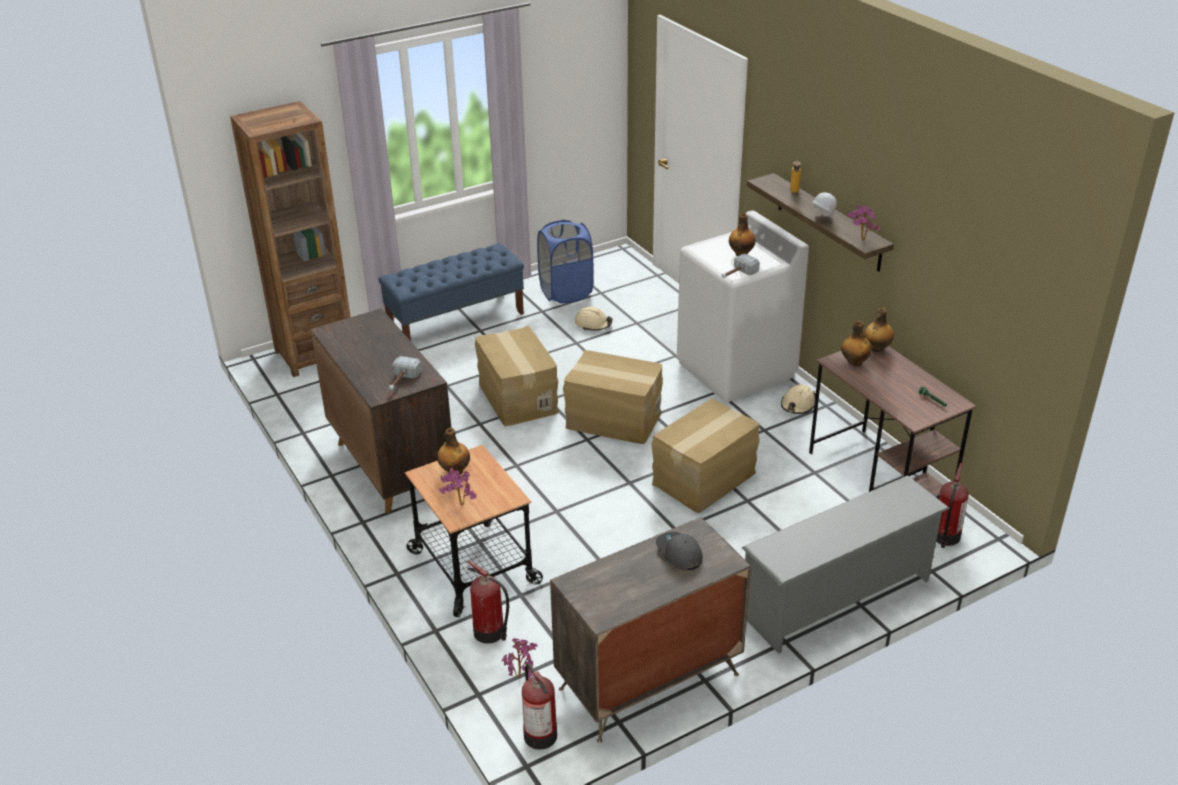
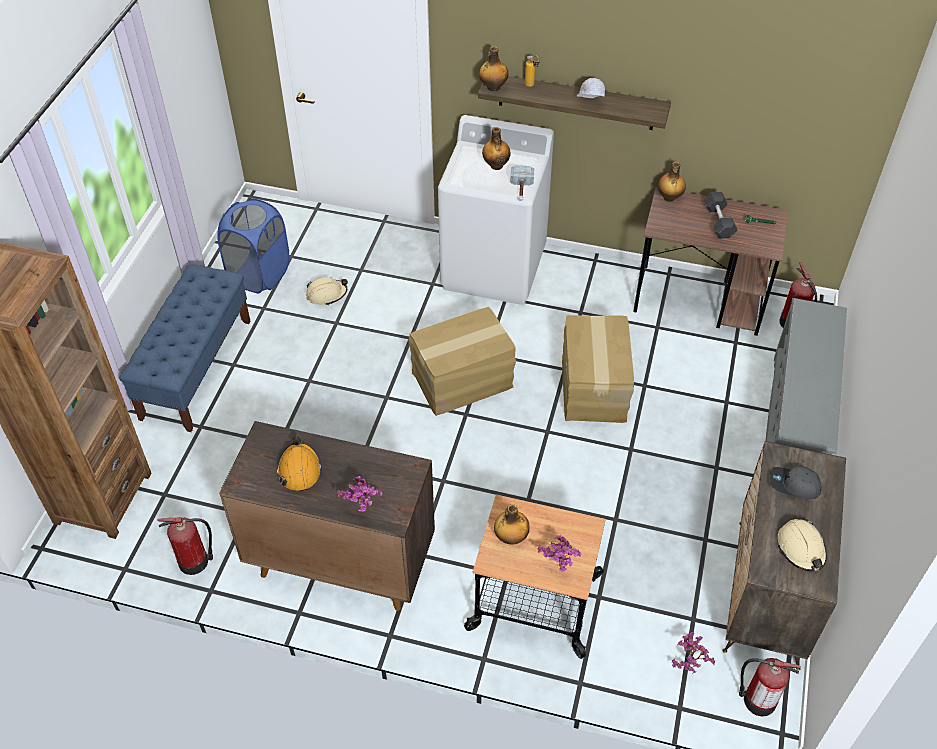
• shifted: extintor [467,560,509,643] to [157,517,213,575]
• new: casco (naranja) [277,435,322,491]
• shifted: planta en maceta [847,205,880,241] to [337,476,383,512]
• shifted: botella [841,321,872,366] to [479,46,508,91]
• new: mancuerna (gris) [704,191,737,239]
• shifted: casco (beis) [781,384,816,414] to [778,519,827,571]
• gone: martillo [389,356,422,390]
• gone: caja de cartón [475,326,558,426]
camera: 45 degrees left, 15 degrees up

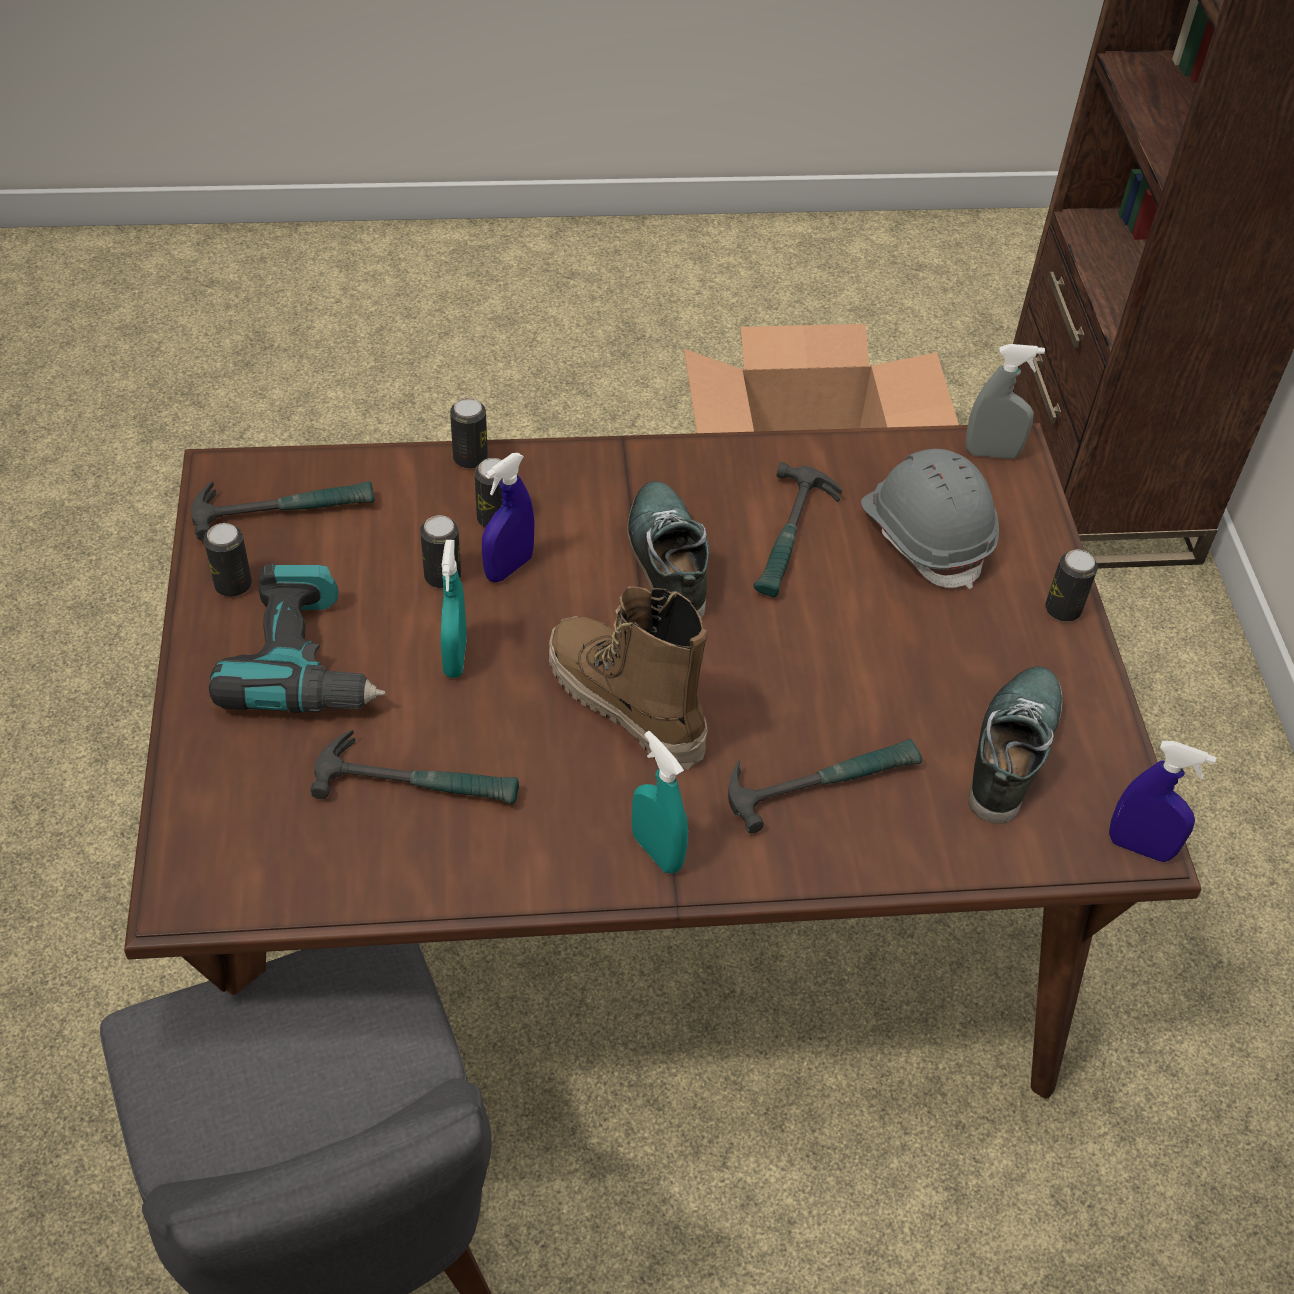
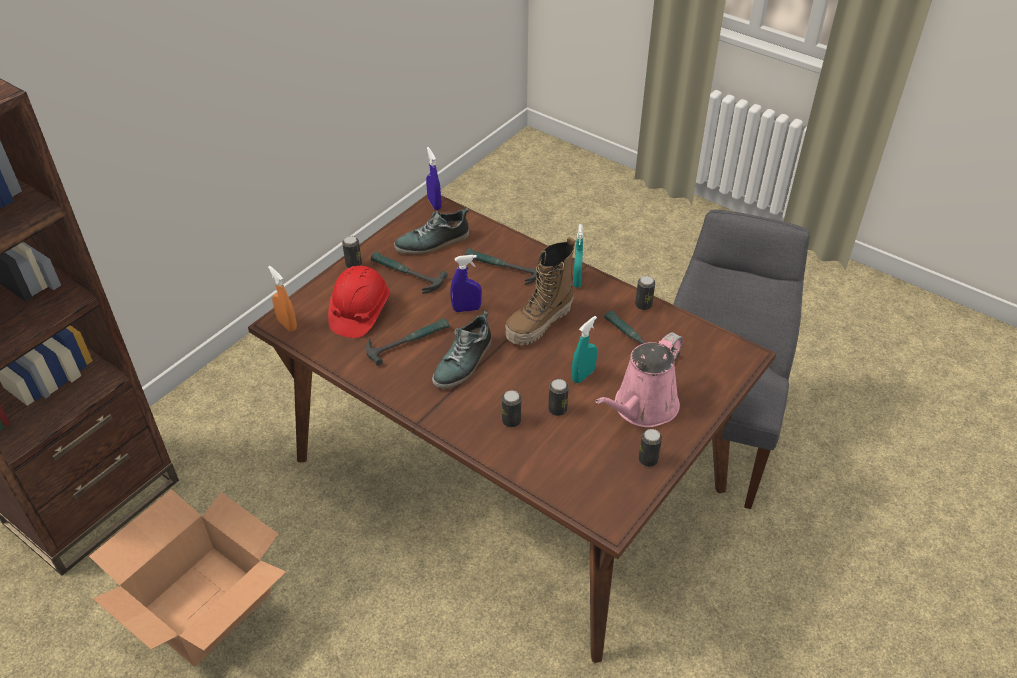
• repainted: pulverizador (gris) [965,344,1045,459] to pulverizador (naranja) [268,266,297,332]
• repainted: casco (gris) [861,449,999,589] to casco (rojo) [328,266,390,338]
• shifted: martillo [191,481,375,541] to [371,251,448,294]
• shifted: pulverizador (azul) [482,453,535,582] to [450,255,482,312]
• rotated: bota [549,586,708,770] = [505,237,575,345] 45 degrees clockwise
• swapped: taladro [209,564,386,713] to regadera (rosa) [595,332,684,428]
• shifted: lata [450,398,488,469] to [635,276,655,310]
camera: 135 degrees left, 5 degrees down

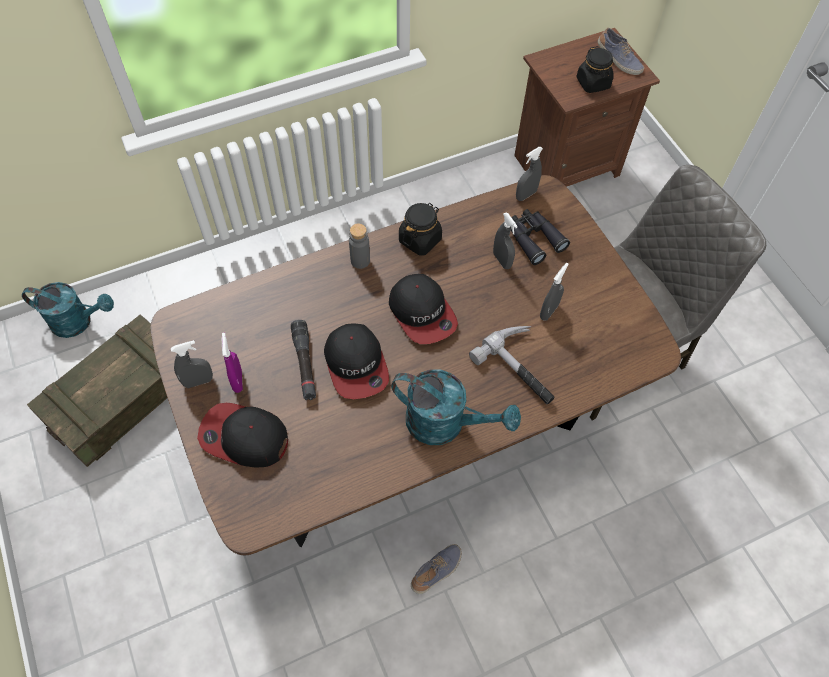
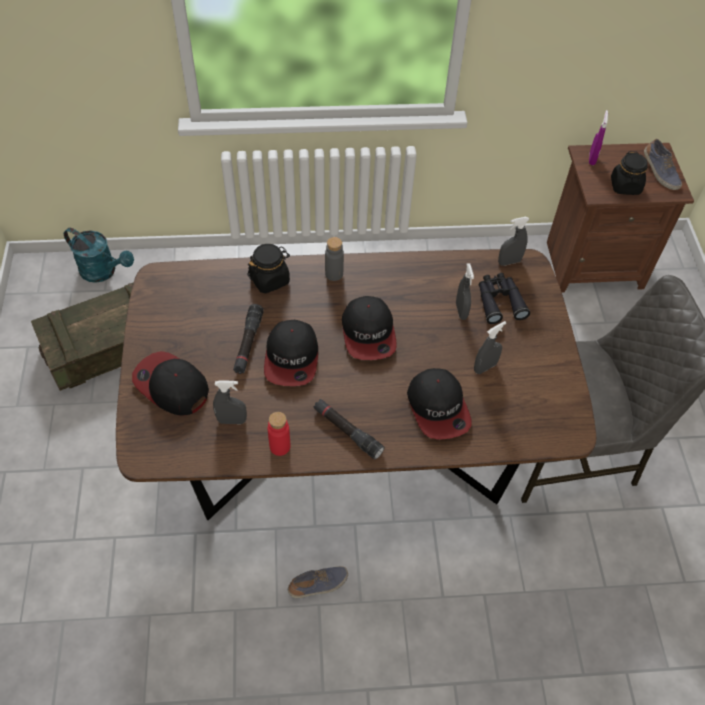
• shifted: pulverizador (gris) [171,340,213,388] to [213,380,247,424]
• shifted: tarro (negro) [399,203,442,256] to [248,244,290,294]
• new: botella (rojo) [268,412,290,456]
• swapped: regadera (turquesa) [391,369,521,445] to linterna (negro) [314,399,385,459]
• swapped: martillo [469,326,555,404] to gorra [407,368,472,440]
• shifted: pulverizador (morado) [222,333,243,393] to [589,110,608,165]
camera: 20 degrees right, 5 degrees down

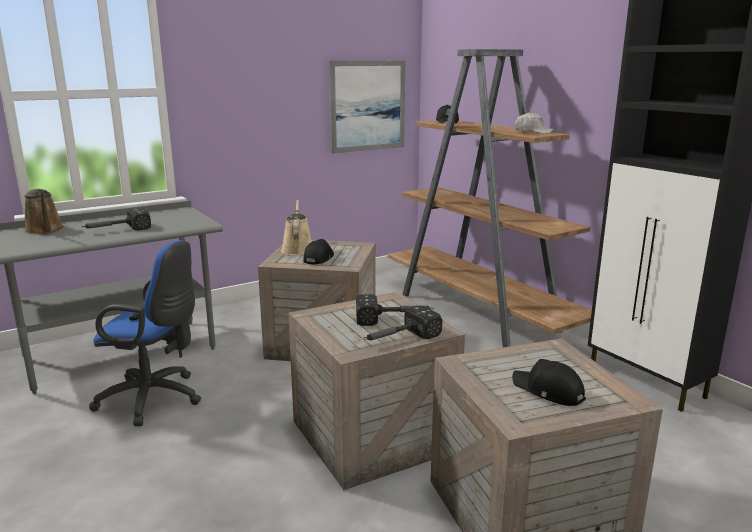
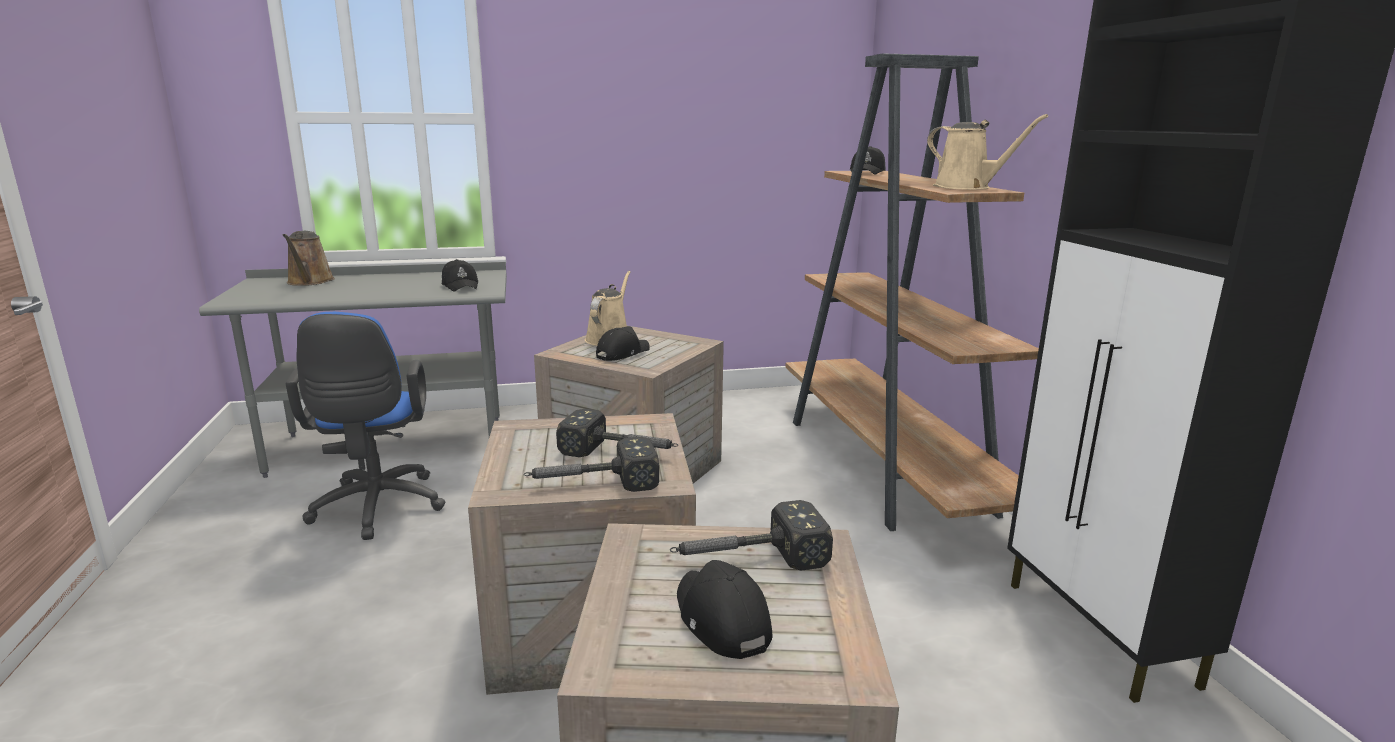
• rotated: silla de oficina (azul) [89,240,201,426] = [286,312,445,540] 45 degrees clockwise
• new: gorra (negro) [442,259,478,291]
• shifted: martillo [82,208,151,230] to [670,500,833,571]
• swapped: gorra (blanco) [514,112,554,134] to regadera (beis) [927,114,1048,190]
• gone: cuadro [329,60,405,154]
camera: 20 degrees right, 0 degrees up

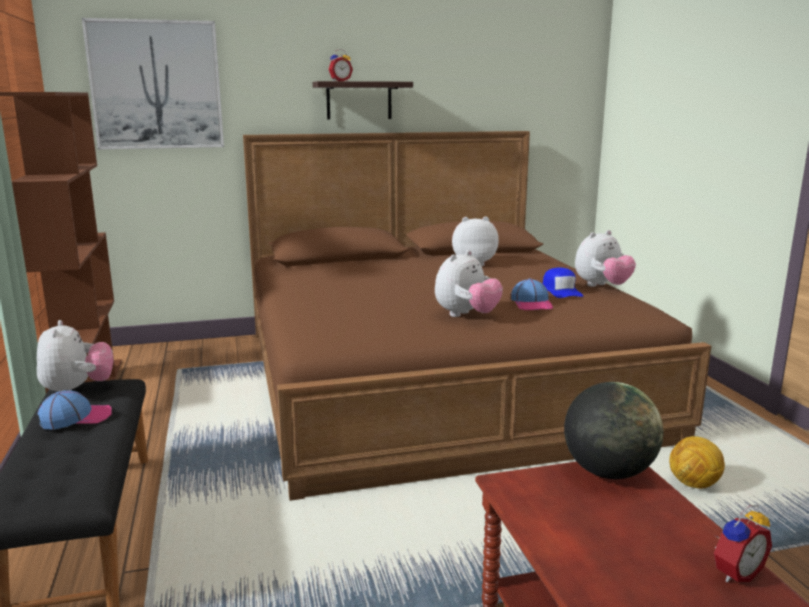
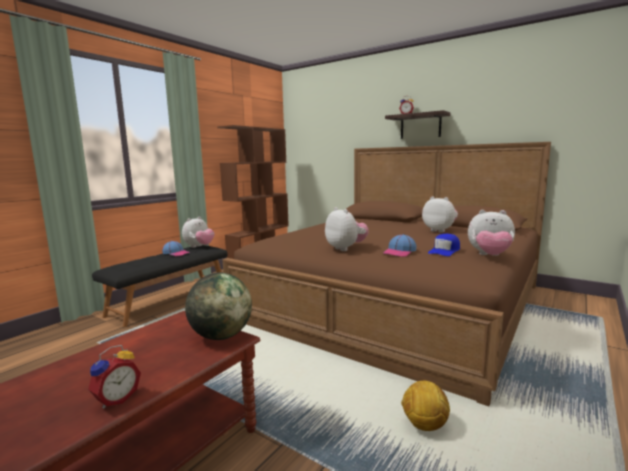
• rotated: despertador [714,505,772,582] = [88,345,141,409] 75 degrees counterclockwise
• rotated: peluche [435,250,503,317] = [325,207,369,251] 120 degrees counterclockwise
• gone: cuadro [82,18,224,149]
camera: 50 degrees right, 5 degrees down

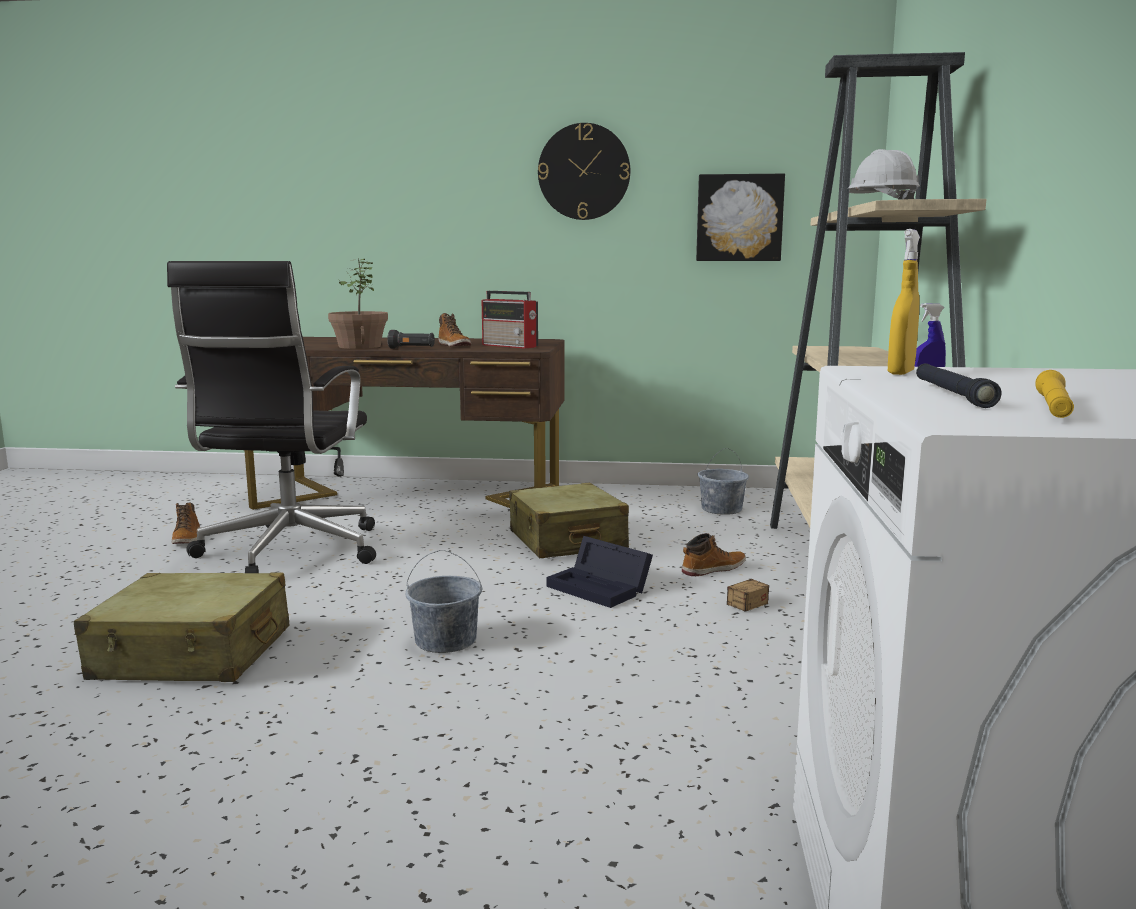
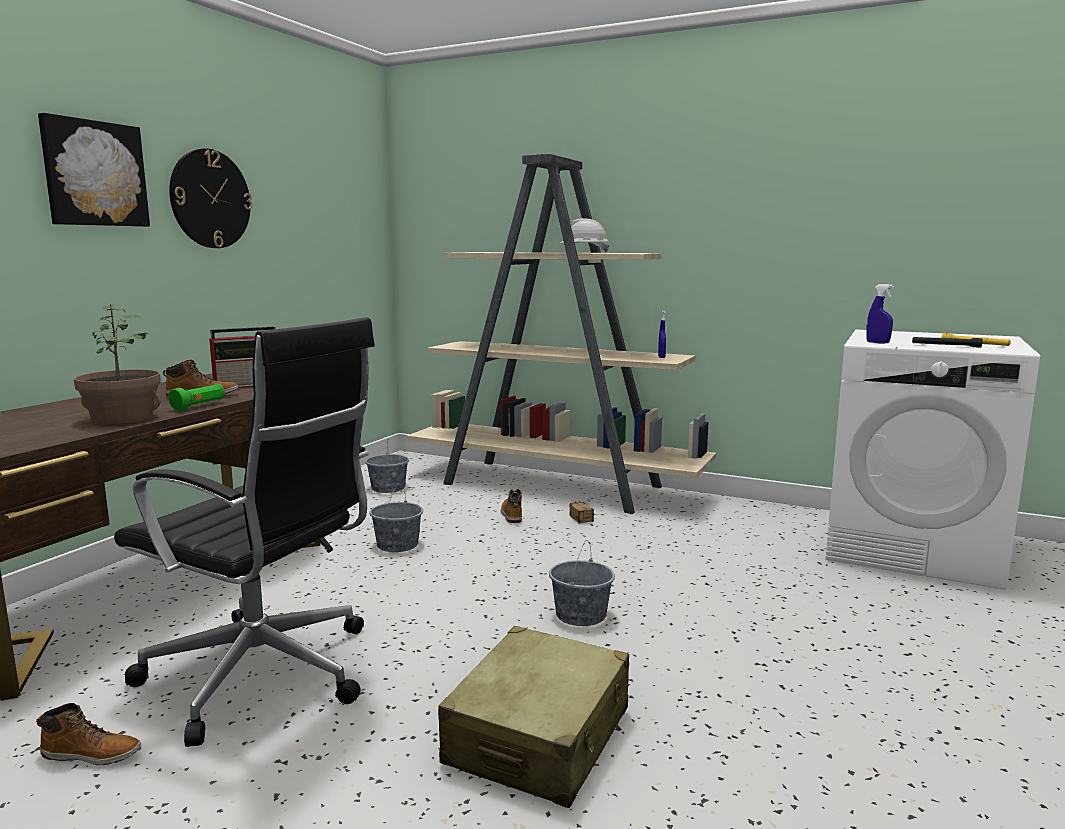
• shifted: cuadro [696,174,785,261] to [38,113,150,227]
• repainted: linterna (negro) [387,330,435,349] to linterna (verde) [168,384,225,411]
• swapped: maleta (beis) [509,483,629,558] to cubo (gris) [369,483,423,552]
• repainted: pulverizador (amarillo) [888,229,920,375] to pulverizador (azul) [866,284,894,344]
• gone: caja de almacenaje (negro) [546,536,653,608]
camera: 70 degrees left, 0 degrees up

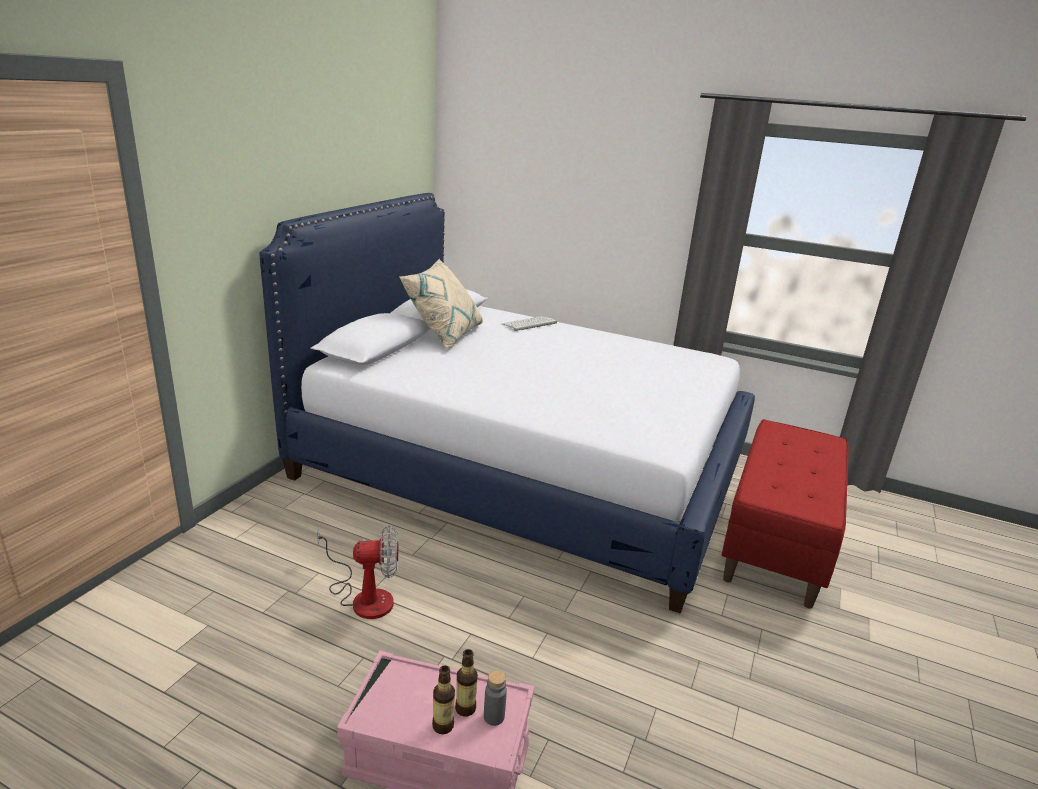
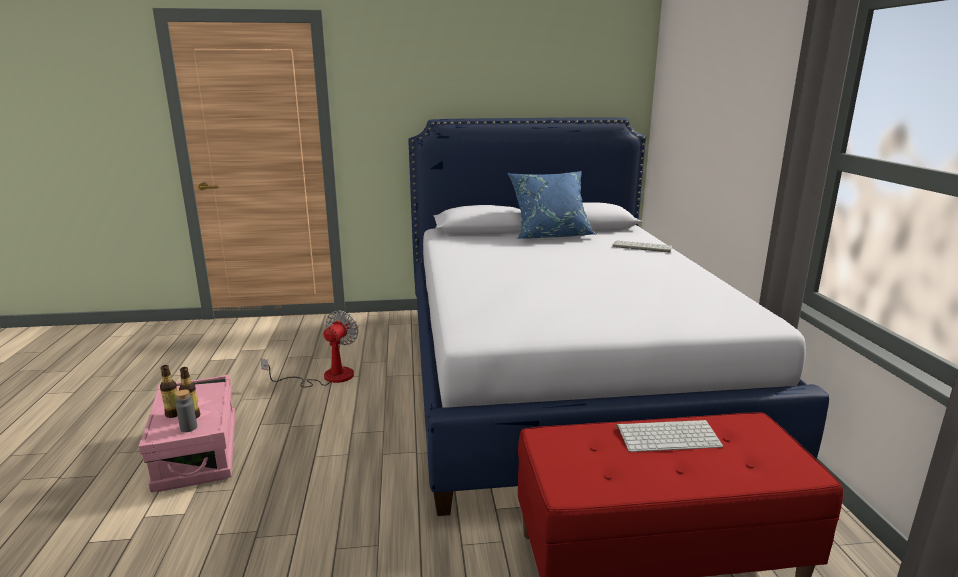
• rotated: ventilador [317,525,398,619] = [261,311,358,388] 120 degrees counterclockwise
• repainted: cojín (beis) [400,259,483,348] to cojín (azul) [508,171,596,239]
• new: teclado [616,420,723,452]
camera: 60 degrees right, 5 degrees down

